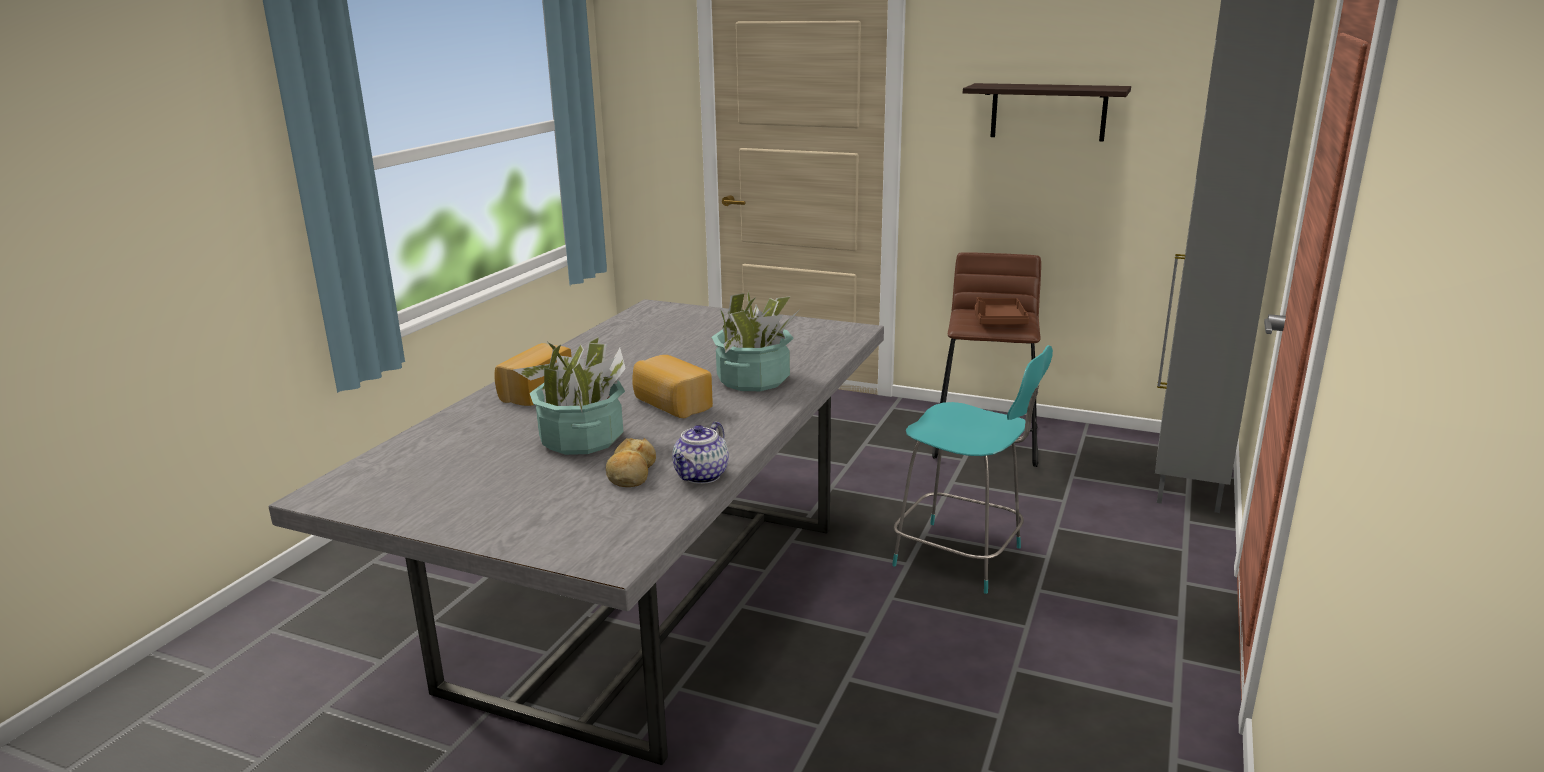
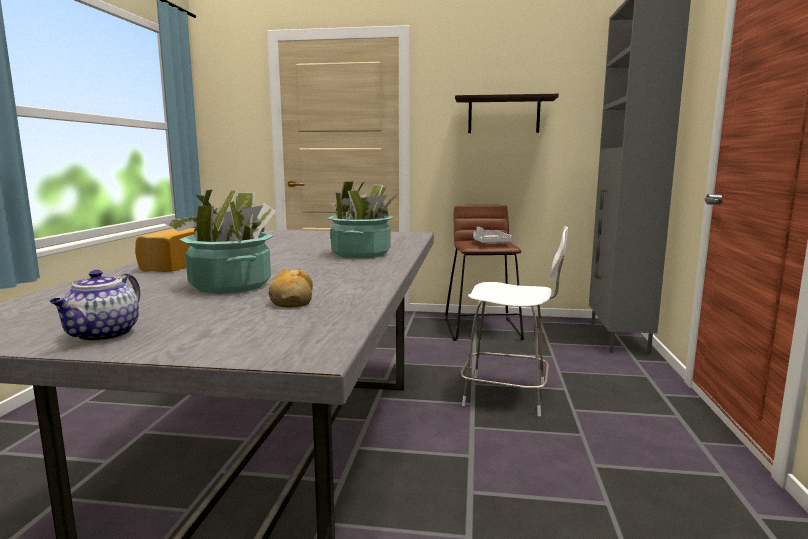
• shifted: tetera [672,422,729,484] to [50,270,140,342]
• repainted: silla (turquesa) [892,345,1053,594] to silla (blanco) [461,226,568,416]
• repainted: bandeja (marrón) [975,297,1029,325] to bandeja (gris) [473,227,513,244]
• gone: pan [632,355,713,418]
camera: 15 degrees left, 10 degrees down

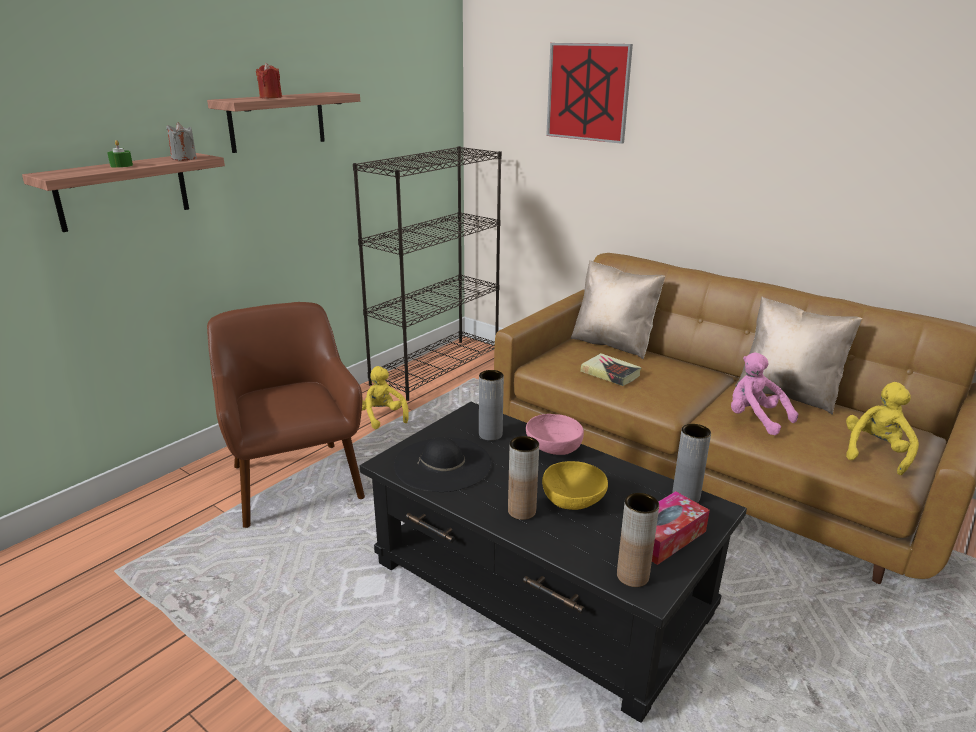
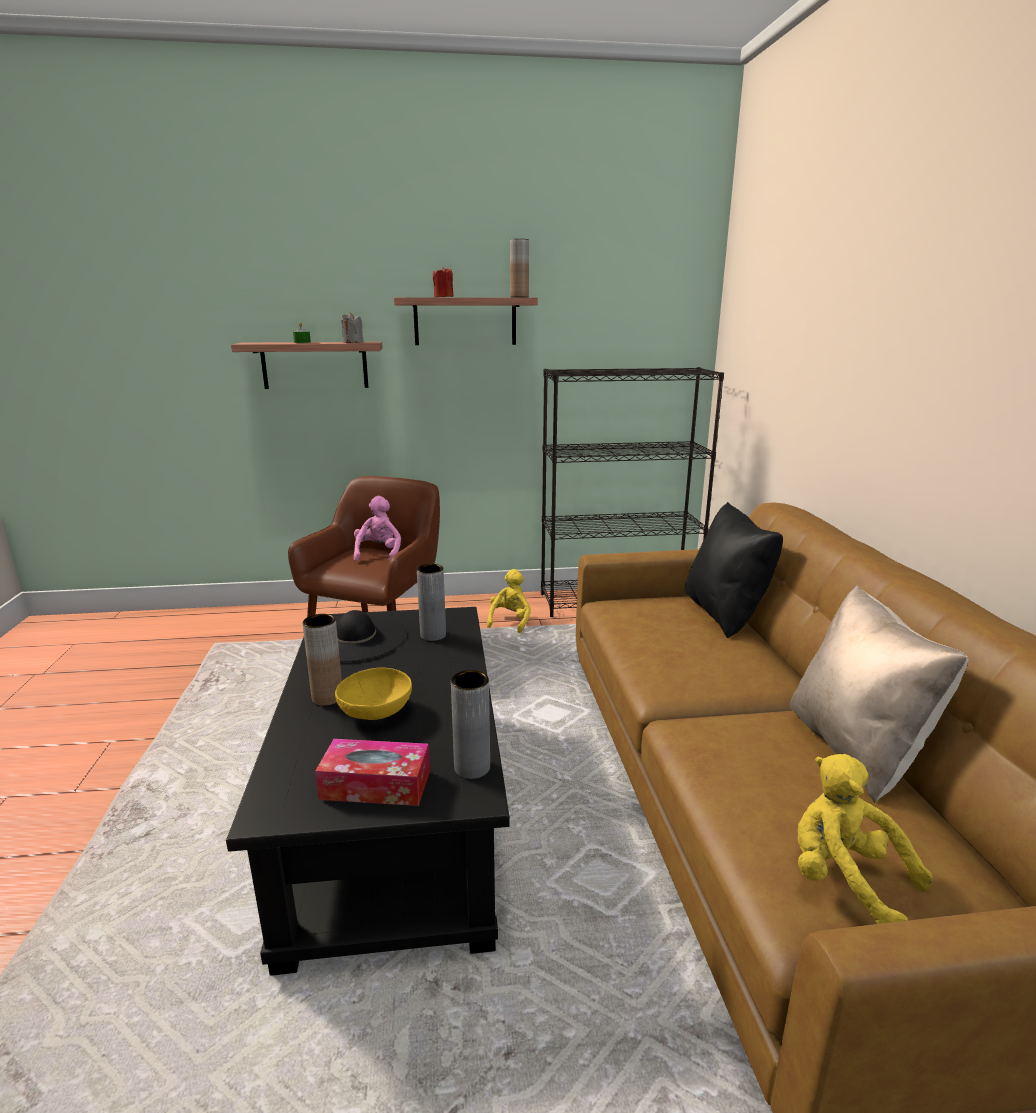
• shifted: peluche (rosa) [731,353,798,435] to [354,496,401,562]
• shifted: florero (marrón) [617,493,659,587] to [510,239,529,298]
• repainted: cojín (beis) [571,260,665,359] to cojín (negro) [685,502,783,638]
• rotated: peluche (amarillo) [846,382,919,475] = [798,754,933,924] 120 degrees counterclockwise
• gone: cuenco (rosa) [526,414,584,455]
• gone: cuadro [546,43,633,144]
• gone: libro [580,353,642,386]
camera: 45 degrees right, 5 degrees down

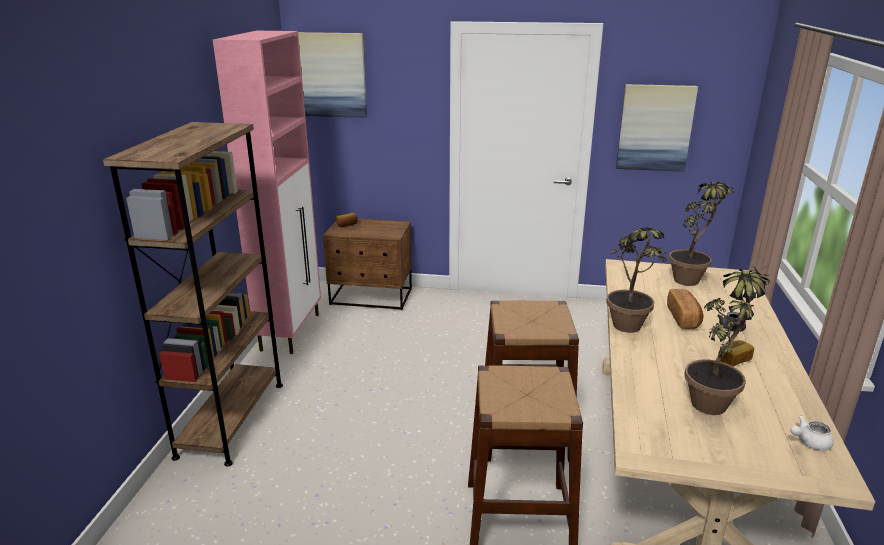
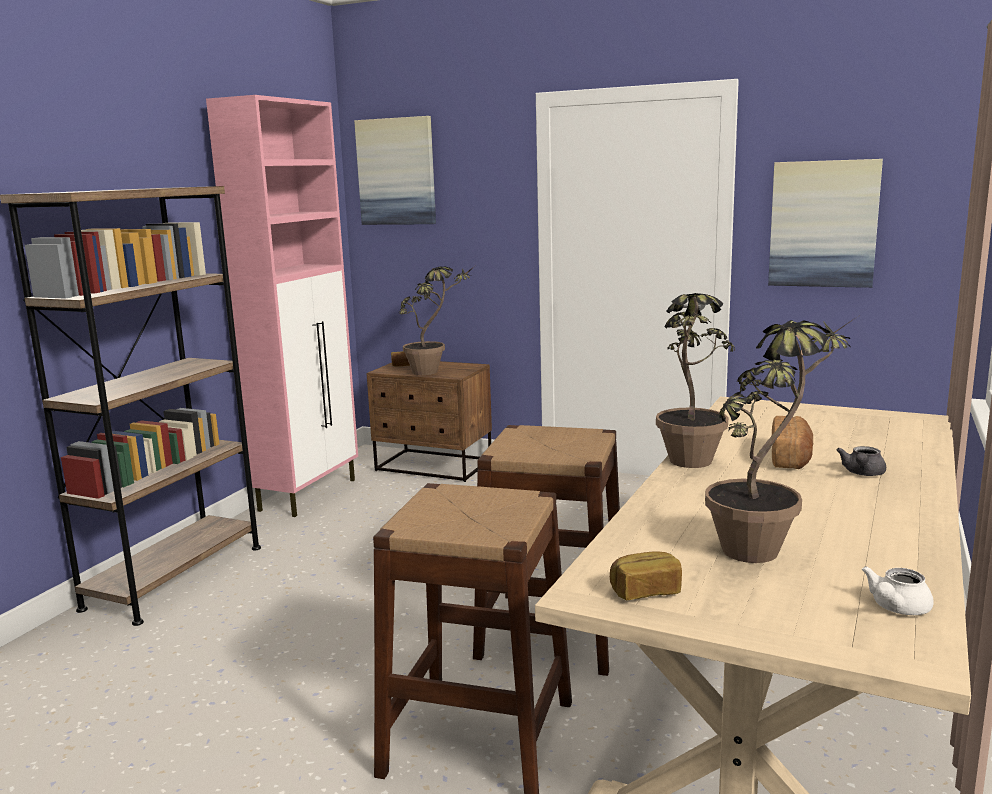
• shifted: planta en maceta [669,181,734,286] to [399,266,475,375]
• shifted: pan [718,340,754,366] to [610,552,682,600]
• rotated: tetera (blanco) [791,415,834,451] = [862,566,934,615] 45 degrees counterclockwise
camera: 15 degrees right, 10 degrees down

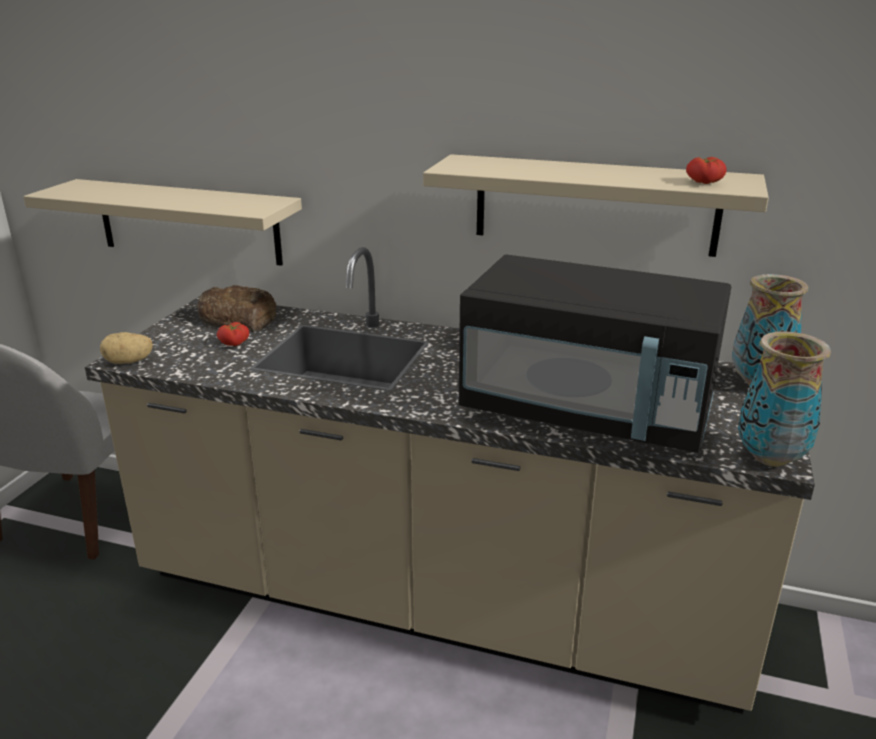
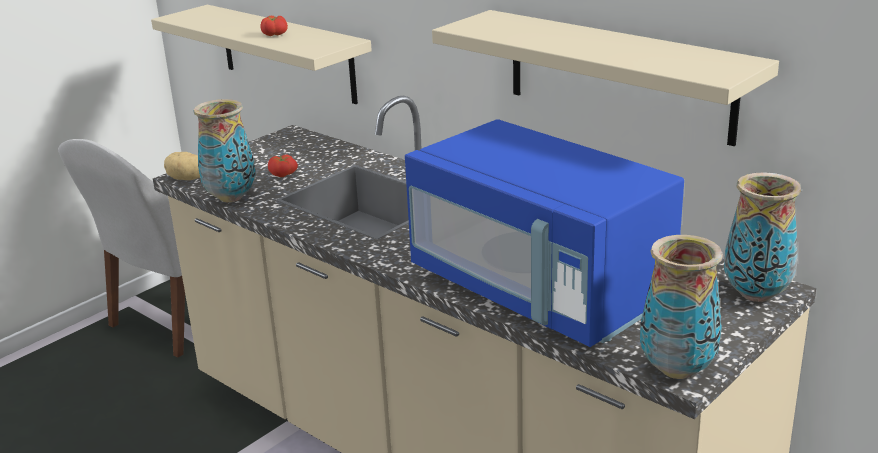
• new: florero [193,99,256,202]
• shifted: tomate [686,157,727,184] to [260,16,288,36]
• repainted: microondas (negro) [459,254,731,453] to microondas (azul) [405,119,684,347]
• gone: pan [197,285,277,332]
camera: 25 degrees right, 0 degrees up

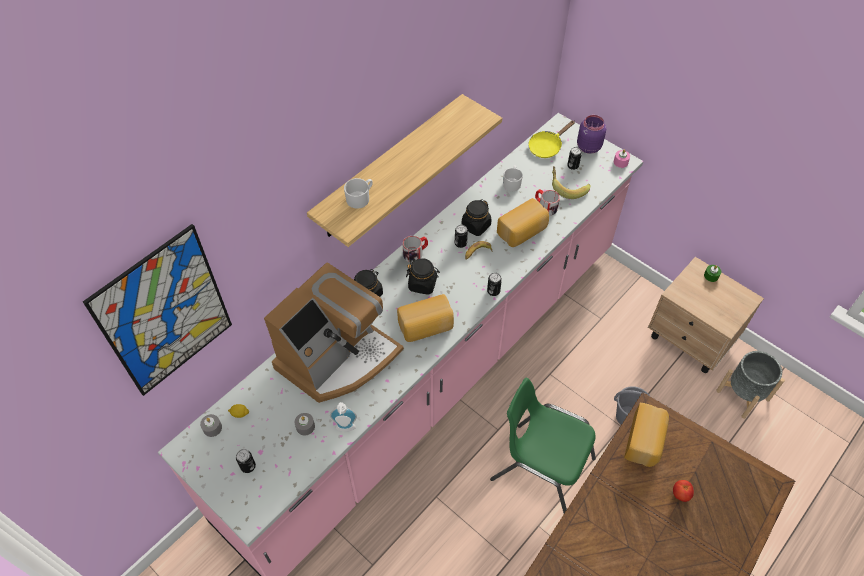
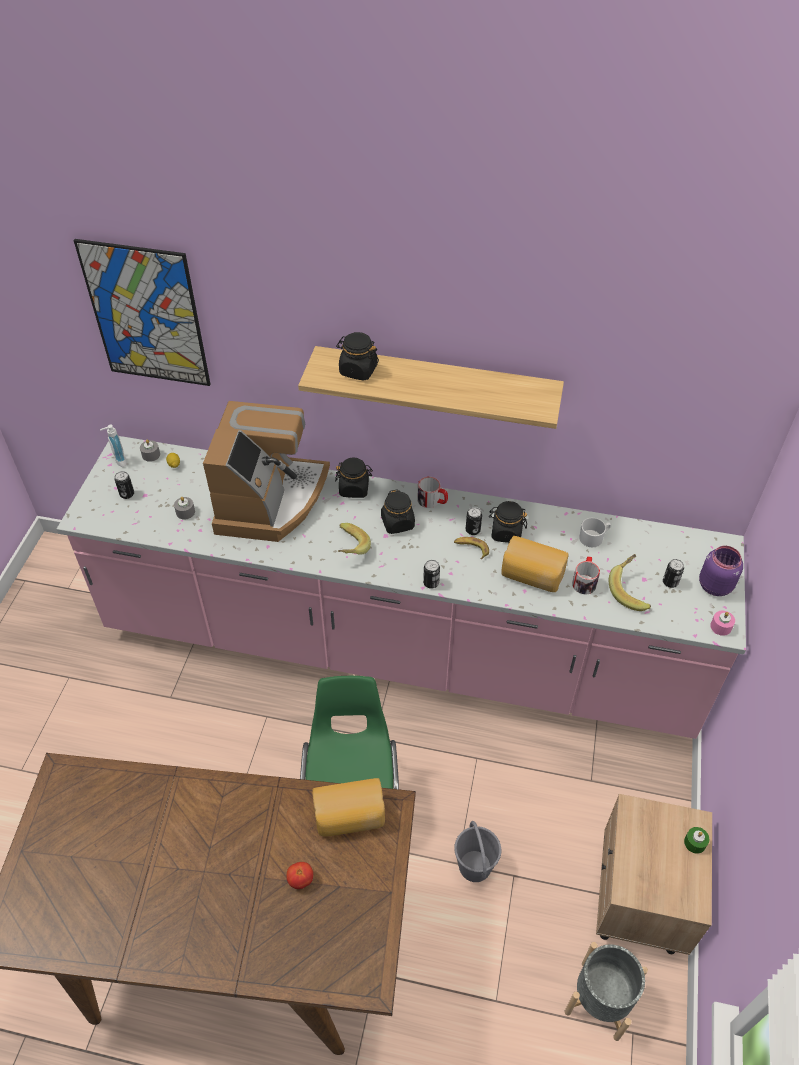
• shifted: dispensador de jabón [330,402,357,432] to [100,425,126,467]
• rotated: cafetera [264,262,404,403] = [203,401,330,542] 90 degrees counterclockwise
• swapped: taza grande (blanco) [344,178,373,209] to tarro (negro) [336,332,379,381]
• swapped: pan [397,294,454,342] to plátano [338,523,371,555]
• gone: sartén (amarillo) [528,120,575,158]
camera: 60 degrees right, 5 degrees down

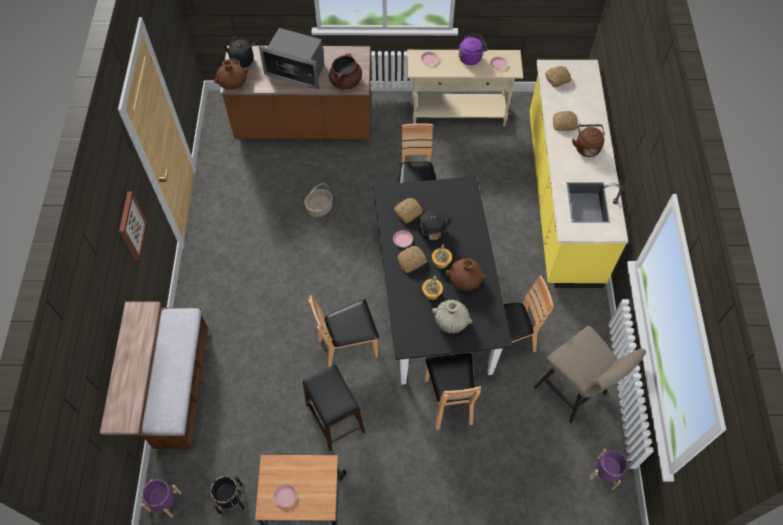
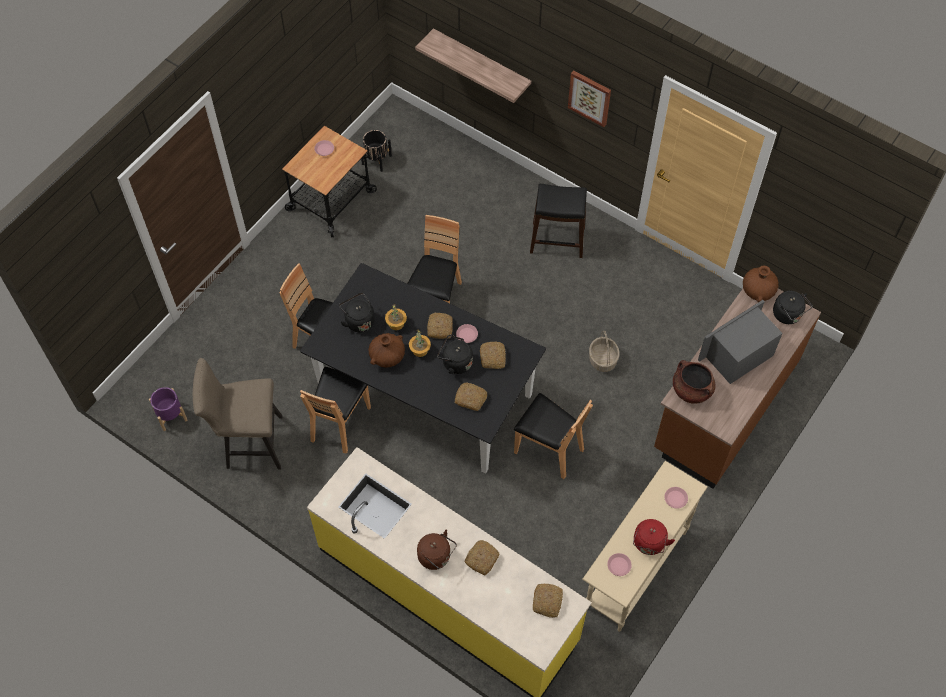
• swapped: florero (beis) [432,300,472,333] to hervidor (negro) [339,292,375,332]
• new: pan [455,383,487,411]
• shifted: taburete (negro) [303,364,365,451] to [530,184,587,258]
• repainted: hervidor (morado) [459,34,488,65] to hervidor (rojo) [633,519,675,555]
• gone: banco [140,308,208,449]
• gone: maceta (morado) [141,479,182,518]
camera: 125 degrees right, 0 degrees up

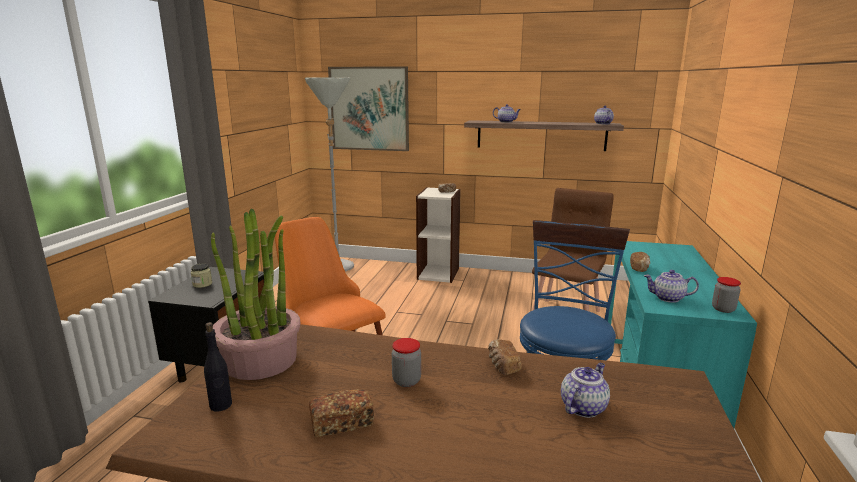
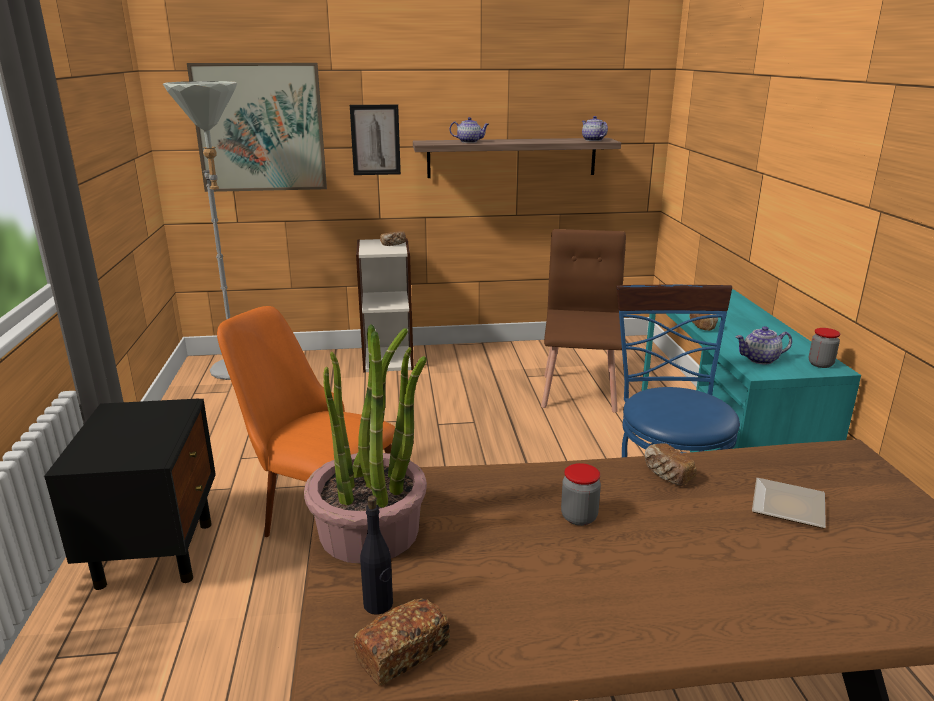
• new: cuadro [350,104,401,175]
• shifted: pan [309,389,374,438] to [353,598,450,686]
• swapped: tetera [561,363,610,418] to plato [752,478,826,529]
• gone: tarro [191,264,212,288]
camera: 20 degrees left, 5 degrees up

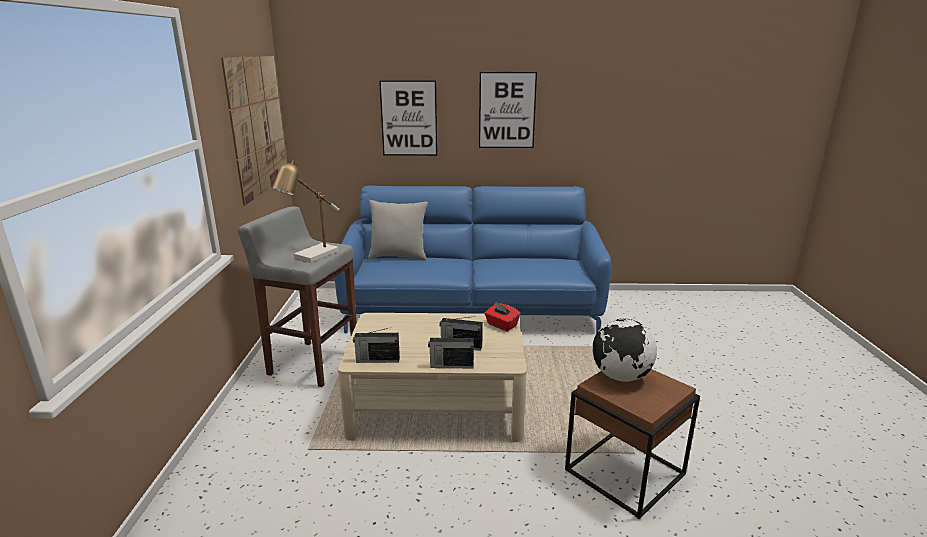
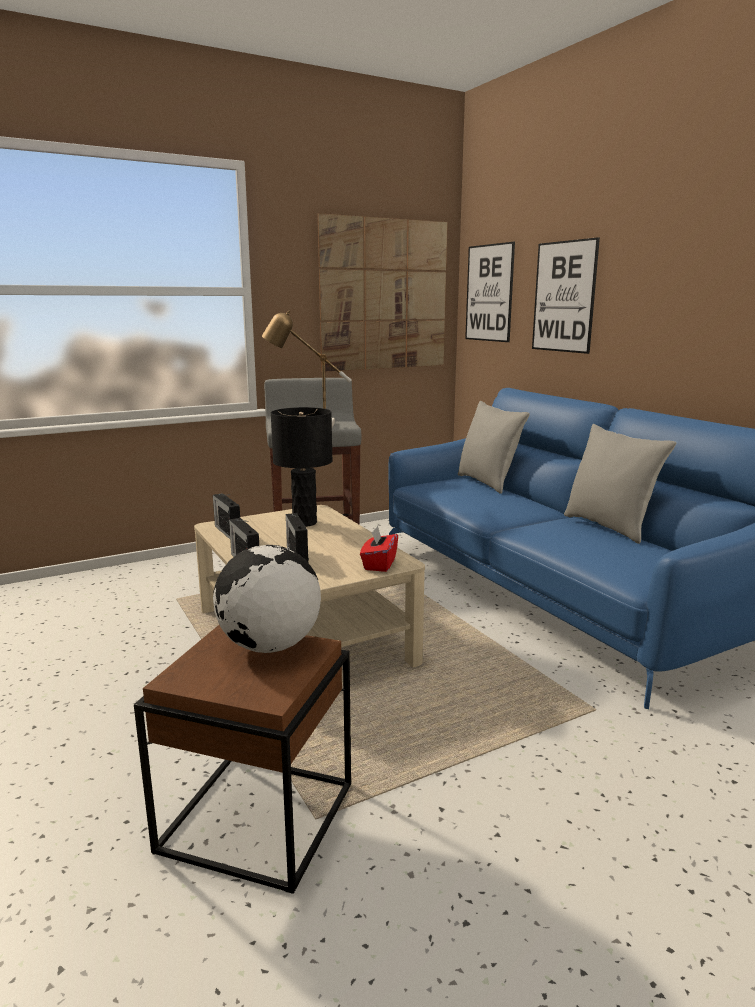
• new: lámpara de mesa (negro) [271,407,333,527]
• shifted: cuadro [479,72,537,148] to [465,242,515,342]
• new: cojín (gris) [564,424,676,544]
camera: 60 degrees right, 5 degrees down

